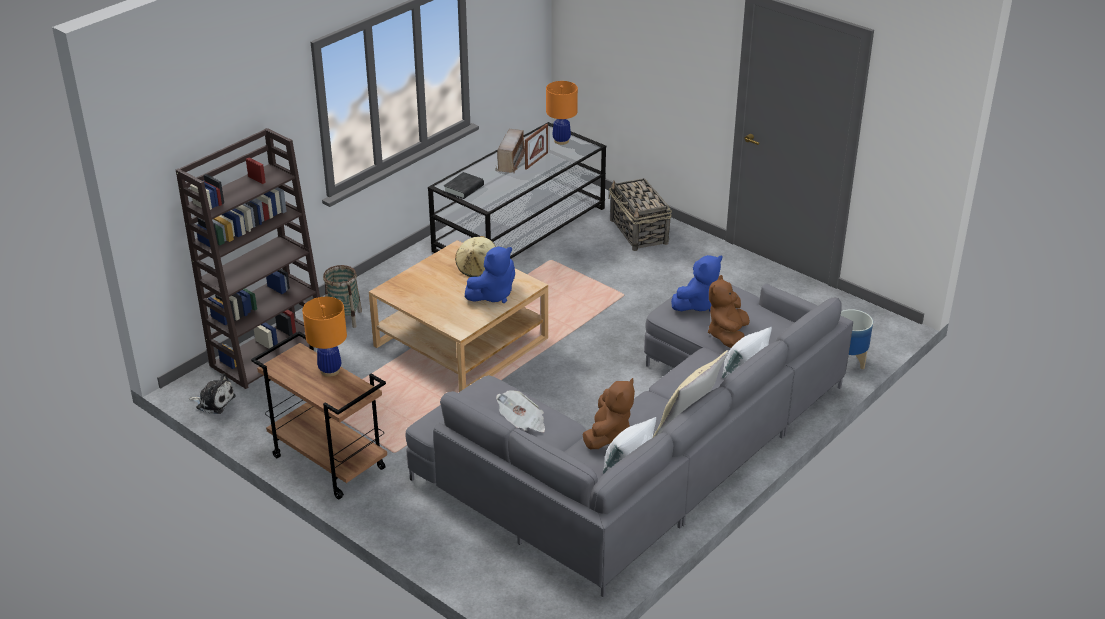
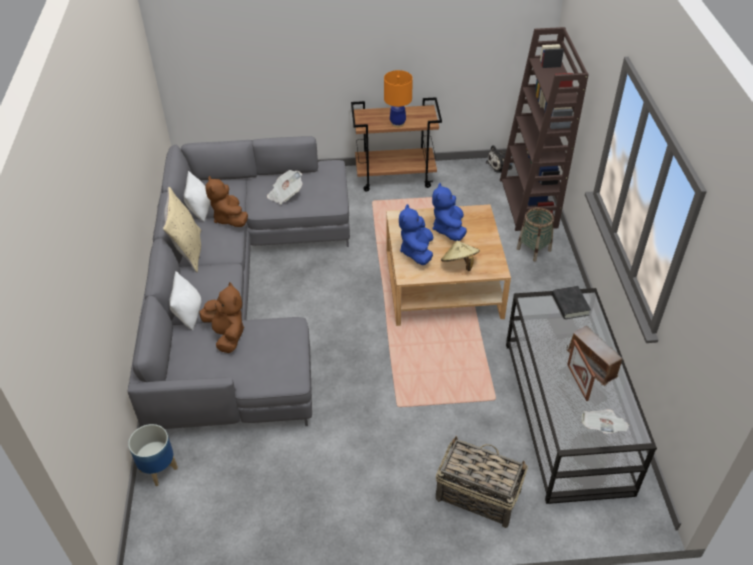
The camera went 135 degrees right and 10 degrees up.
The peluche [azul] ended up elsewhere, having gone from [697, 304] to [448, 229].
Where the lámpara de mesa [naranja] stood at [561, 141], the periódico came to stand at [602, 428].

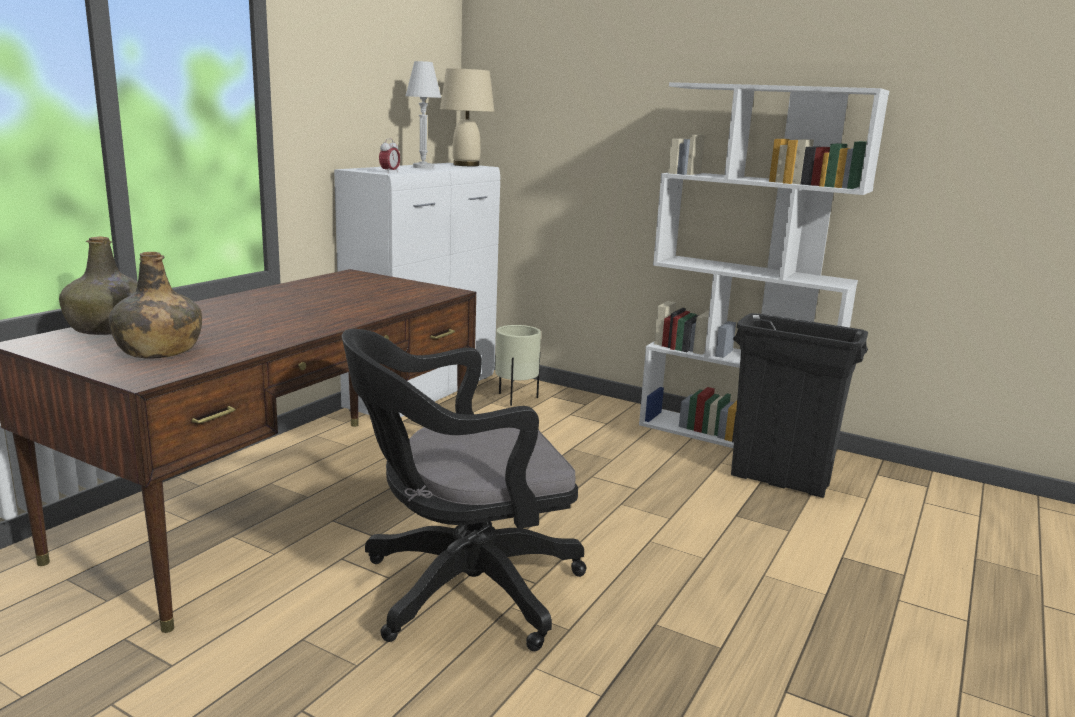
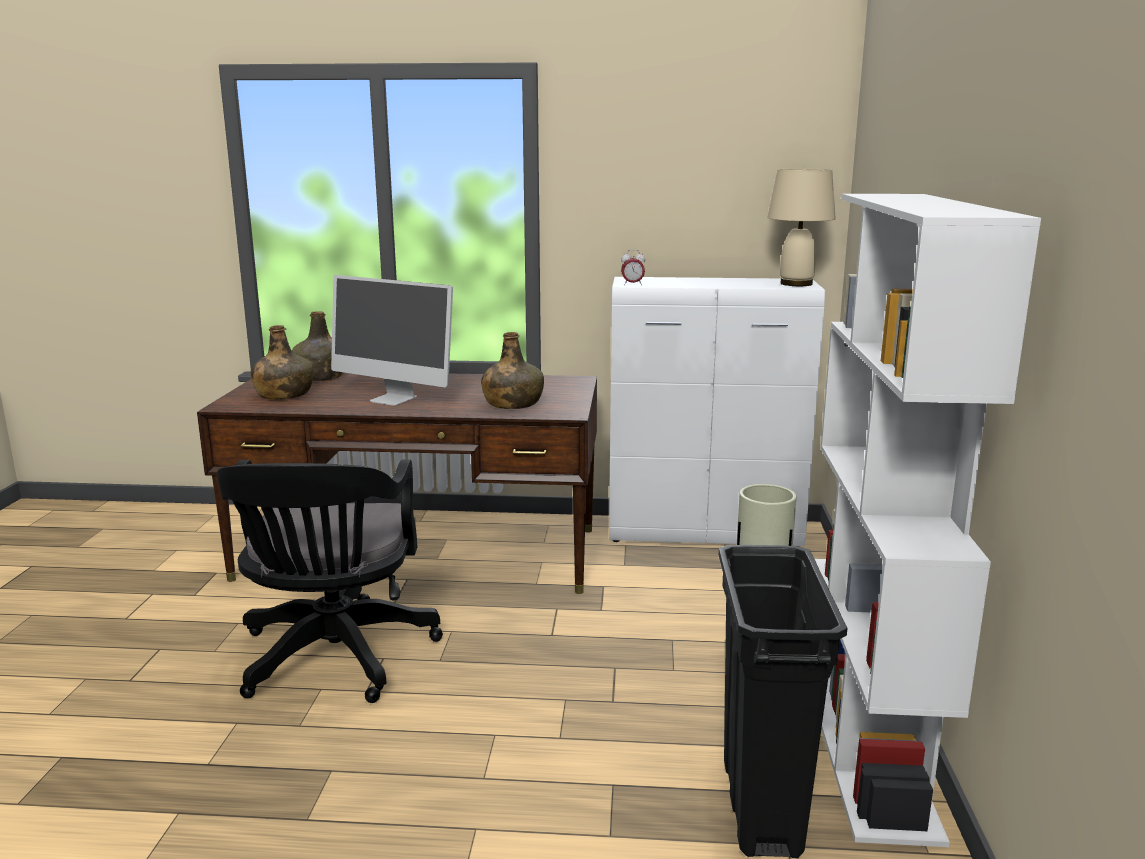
The camera went 65 degrees right and 0 degrees up.
The silla de oficina [negro] at [460, 590] ended up facing another way, 135 degrees counterclockwise from before.
The second view gained the monitor at [393, 399].
The second view gained the botella [verde] at [512, 404].
The second view lost the lámpara de mesa [blanco] at [423, 167].

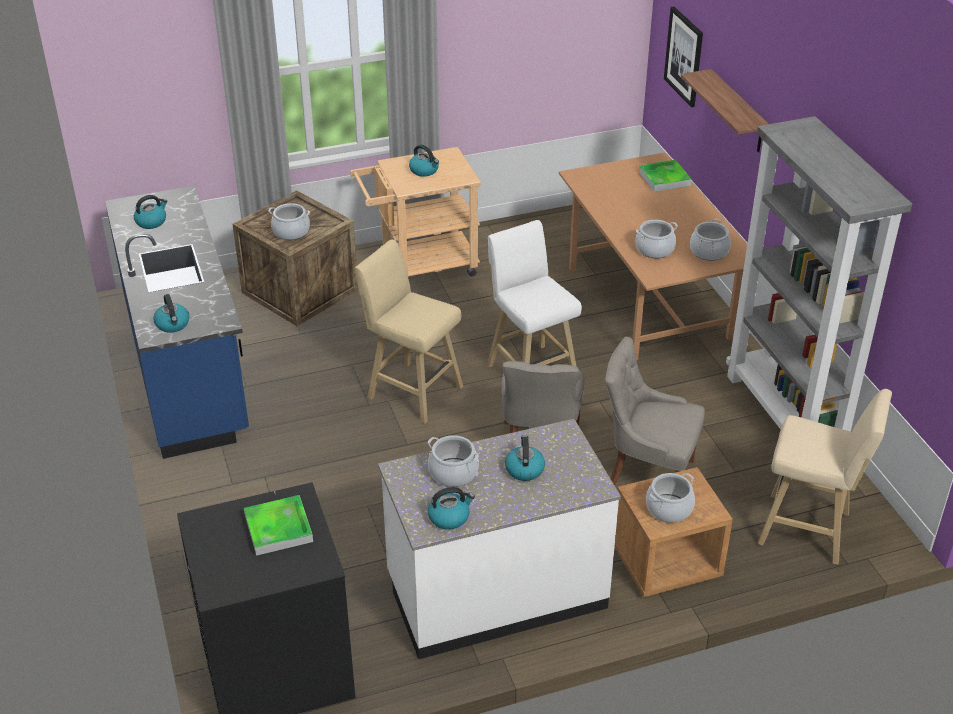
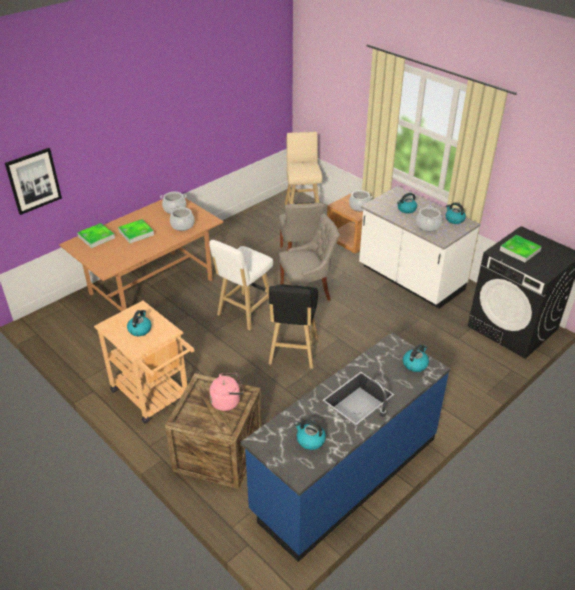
The camera went 115 degrees left and 0 degrees up.
The second view gained the bandeja at [136, 233].
Where the olla stood at [291, 232], the hervidor [rosa] came to stand at [227, 401].
What was the taburete [beis] at [411, 391] turned into the taburete [negro] at [293, 353].
The second view lost the estante at [738, 112].
The second view lost the estantería [gris] at [785, 416].

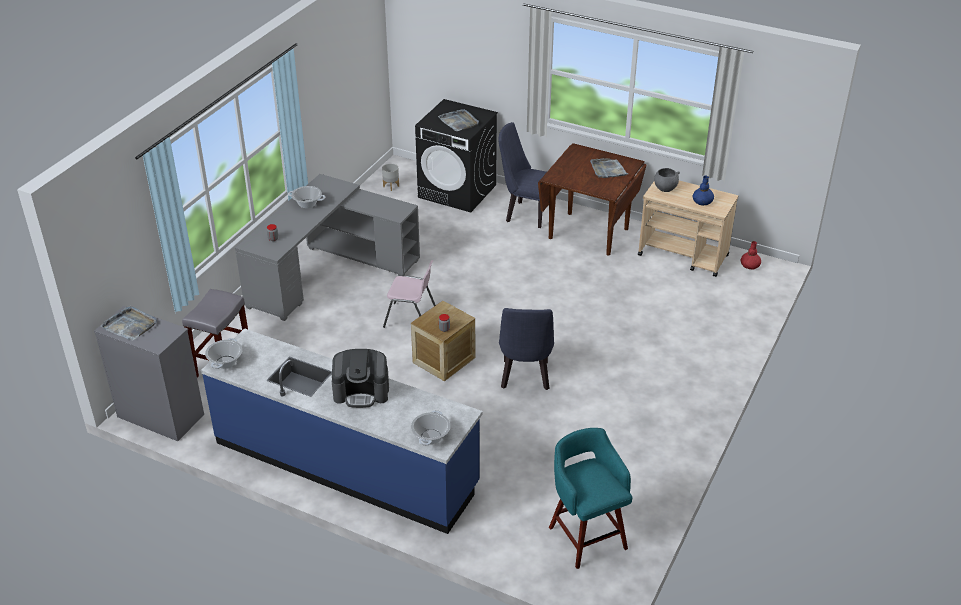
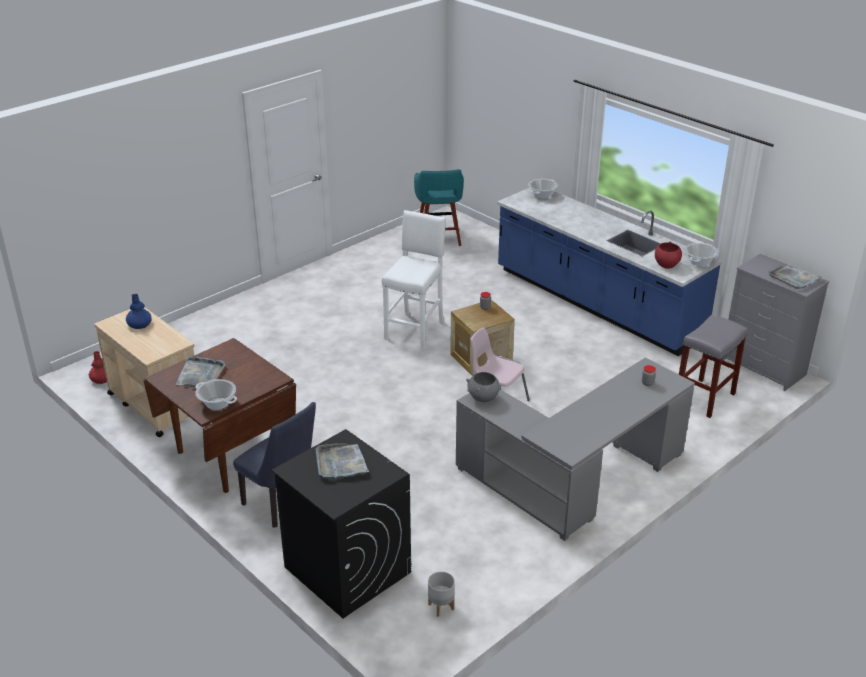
The camera went 160 degrees left and 5 degrees down.
The olla ended up elsewhere, having gone from [307, 204] to [217, 403].
Where the silla [azul] stood at [525, 378], the taburete [blanco] came to stand at [415, 329].
The cuenco [gris] ended up elsewhere, having gone from [665, 188] to [483, 398].
The second view gained the cuenco [rojo] at [666, 265].
The second view lost the cafetera at [361, 392].

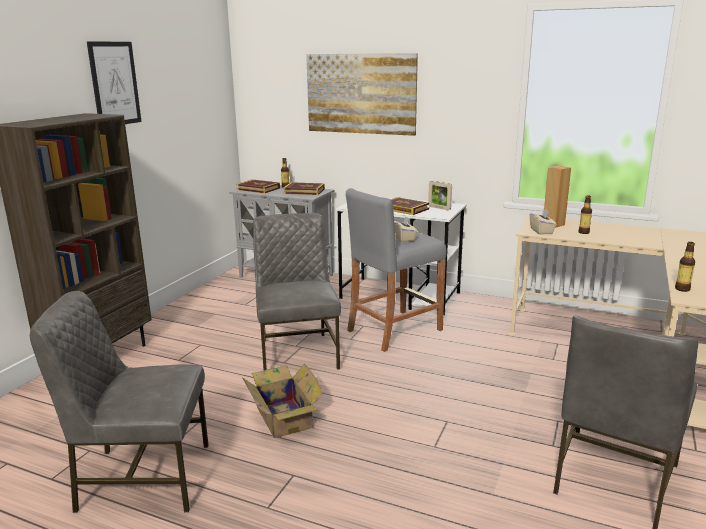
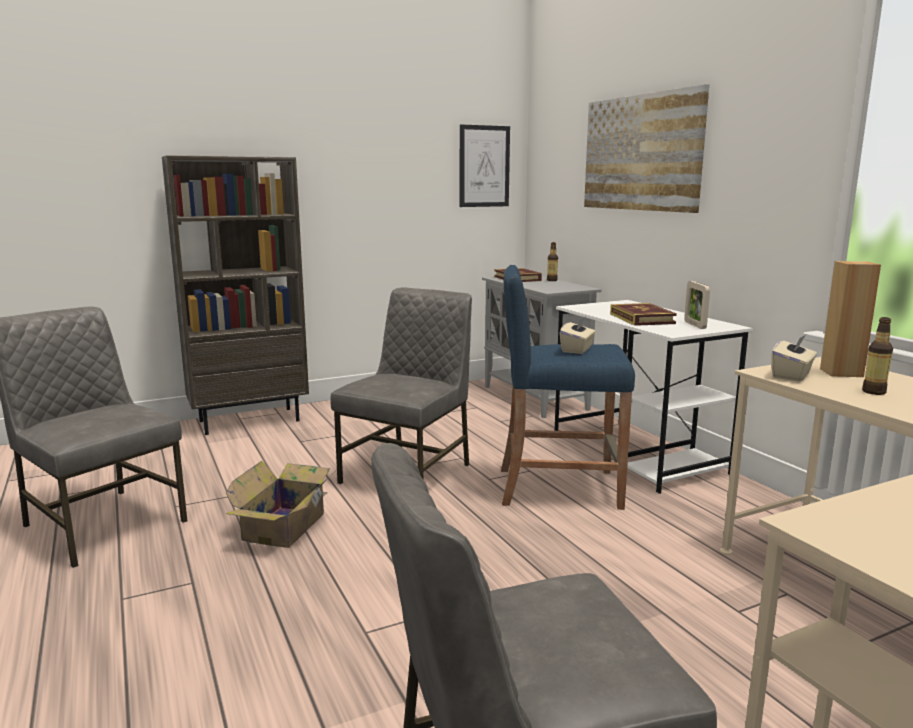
The camera went 40 degrees right and 5 degrees down.
The cuadro ended up elsewhere, having gone from [115, 84] to [484, 166].
What was the taburete [gris] at [394, 330] turned into the taburete [azul] at [558, 488].
The second view lost the libro at [304, 191].
The second view lost the botella at [682, 289].

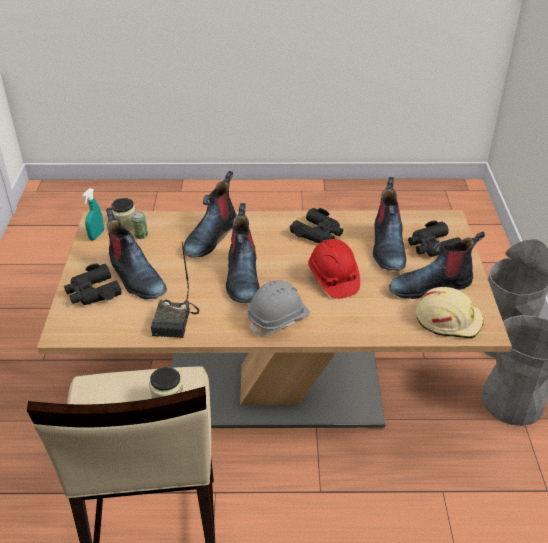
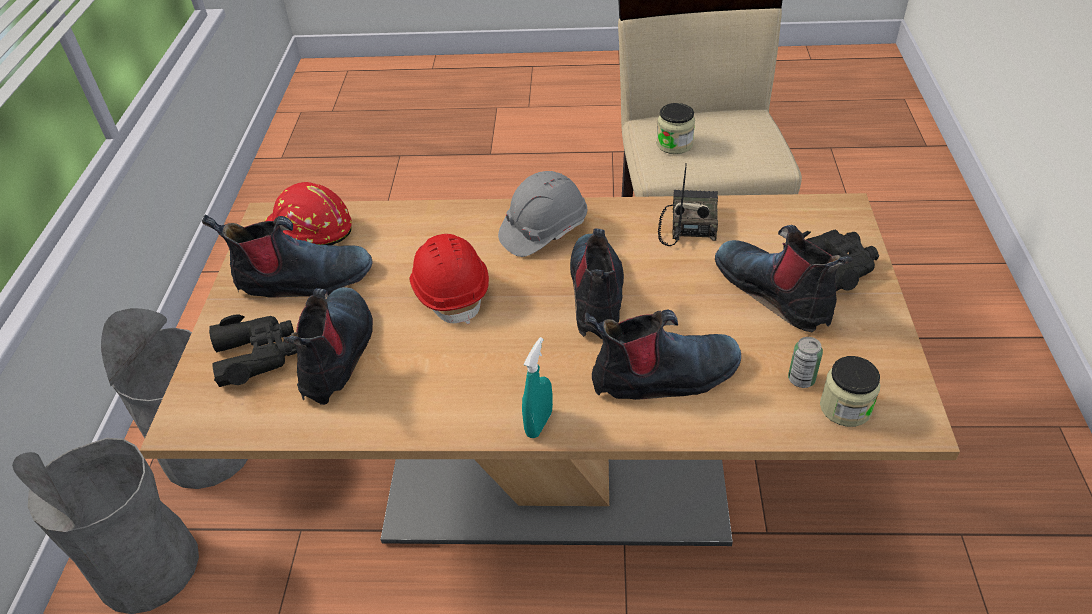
The camera went 175 degrees left and 5 degrees up.
What was the casco [beis] at [448, 319] turned into the casco [rojo] at [308, 231].
The pulverizador [turquesa] ended up elsewhere, having gone from [96, 235] to [539, 423].
The bota at [210, 236] ended up facing another way, 45 degrees clockwise from before.
The second view lost the prismáticos [negro] at [318, 233].

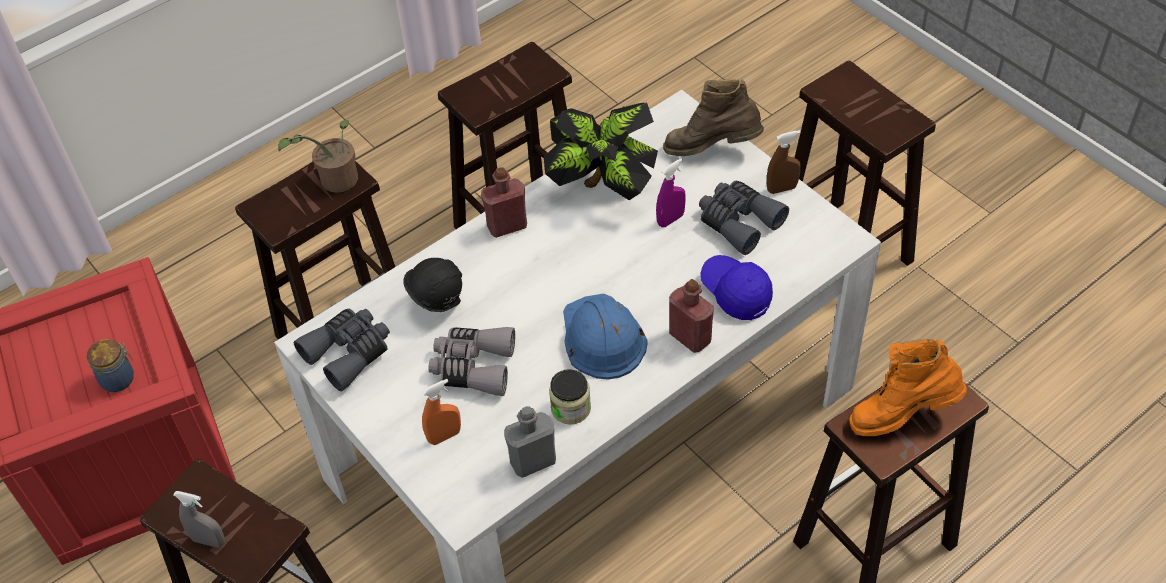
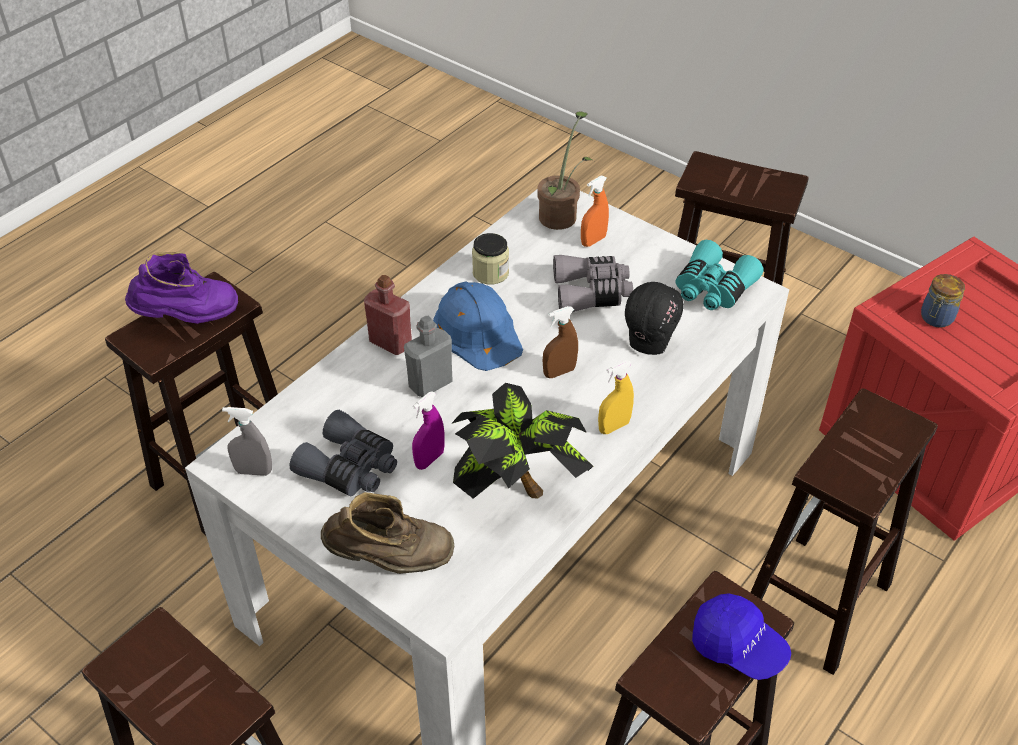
The camera went 165 degrees right and 5 degrees down.
What was the bota [naranja] at [902, 415] turned into the bota [morado] at [188, 318].
The pulverizador [gris] ended up elsewhere, having gone from [209, 540] to [253, 471].
The botella [gris] ended up elsewhere, having gone from [533, 461] to [430, 383].
The planta en maceta ended up elsewhere, having gone from [334, 181] to [561, 214].
The pulverizador [marrón] ended up elsewhere, having gone from [782, 189] to [559, 372].
Where the botella [rojo] stood at [507, 226], the pulverizador [amarillo] came to stand at [614, 426].
What was the prismáticos [gris] at [349, 352] turned into the prismáticos [turquesa] at [713, 289].
The gorra [azul] ended up elsewhere, having gone from [735, 293] to [738, 646].

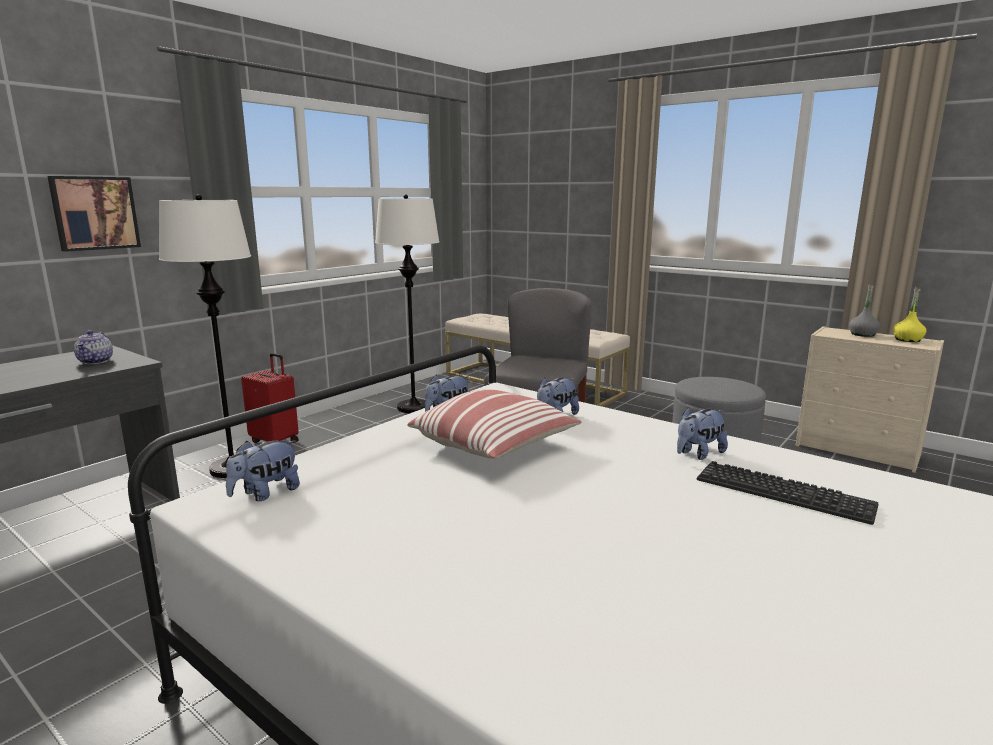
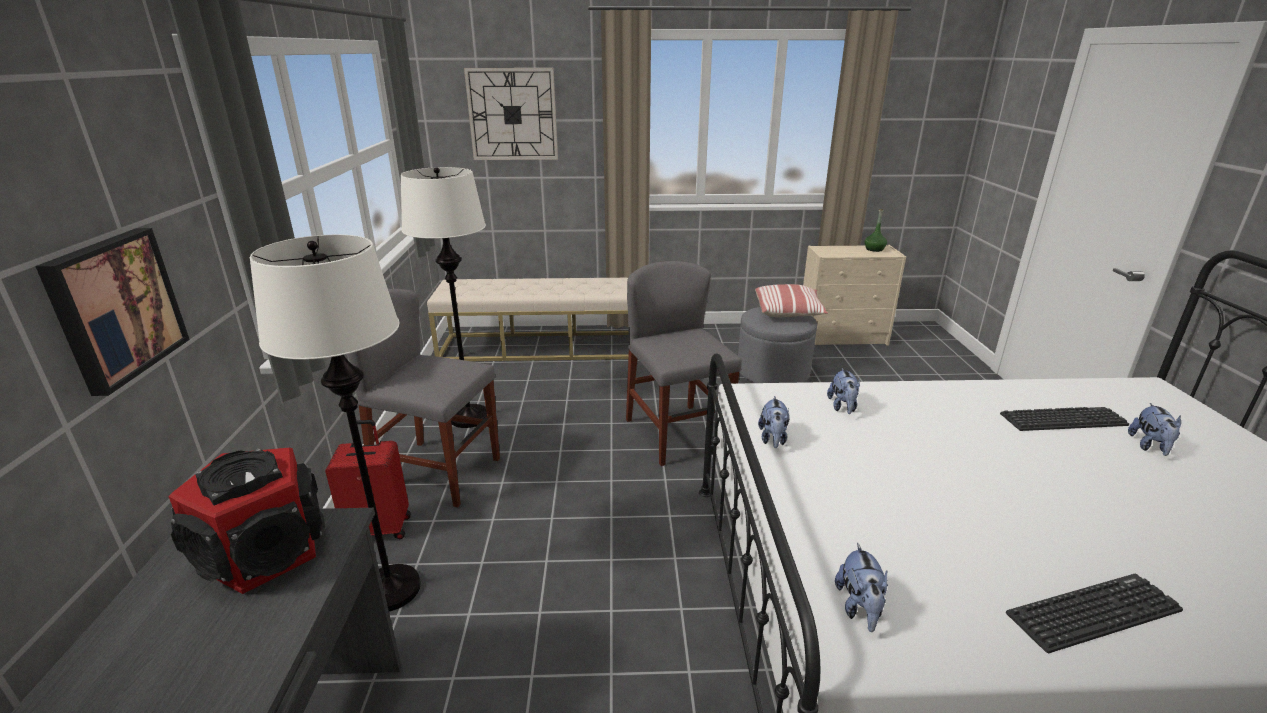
The camera went 40 degrees left and 10 degrees up.
Where the tetera stood at [96, 361], the altavoz came to stand at [265, 551].
The second view gained the silla [gris] at [437, 473].
The second view gained the reloj de pared at [512, 114].
The cojín ended up elsewhere, having gone from [495, 446] to [789, 312].
What was the botella [amarillo] at [907, 340] turned into the botella [verde] at [874, 249].
The second view gained the teclado at [1093, 612].
The peluche ended up elsewhere, having gone from [698, 454] to [1150, 446].
The second view lost the botella [gris] at [862, 334].

